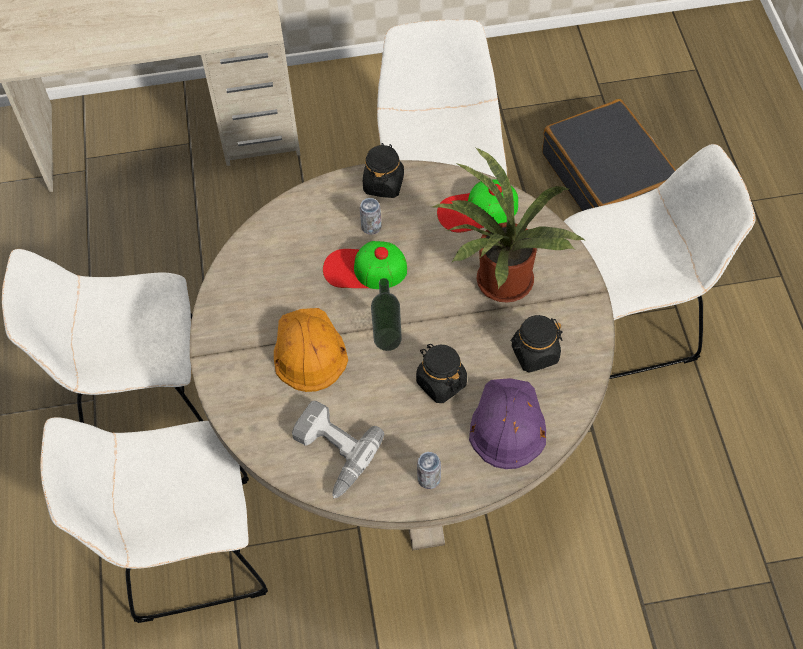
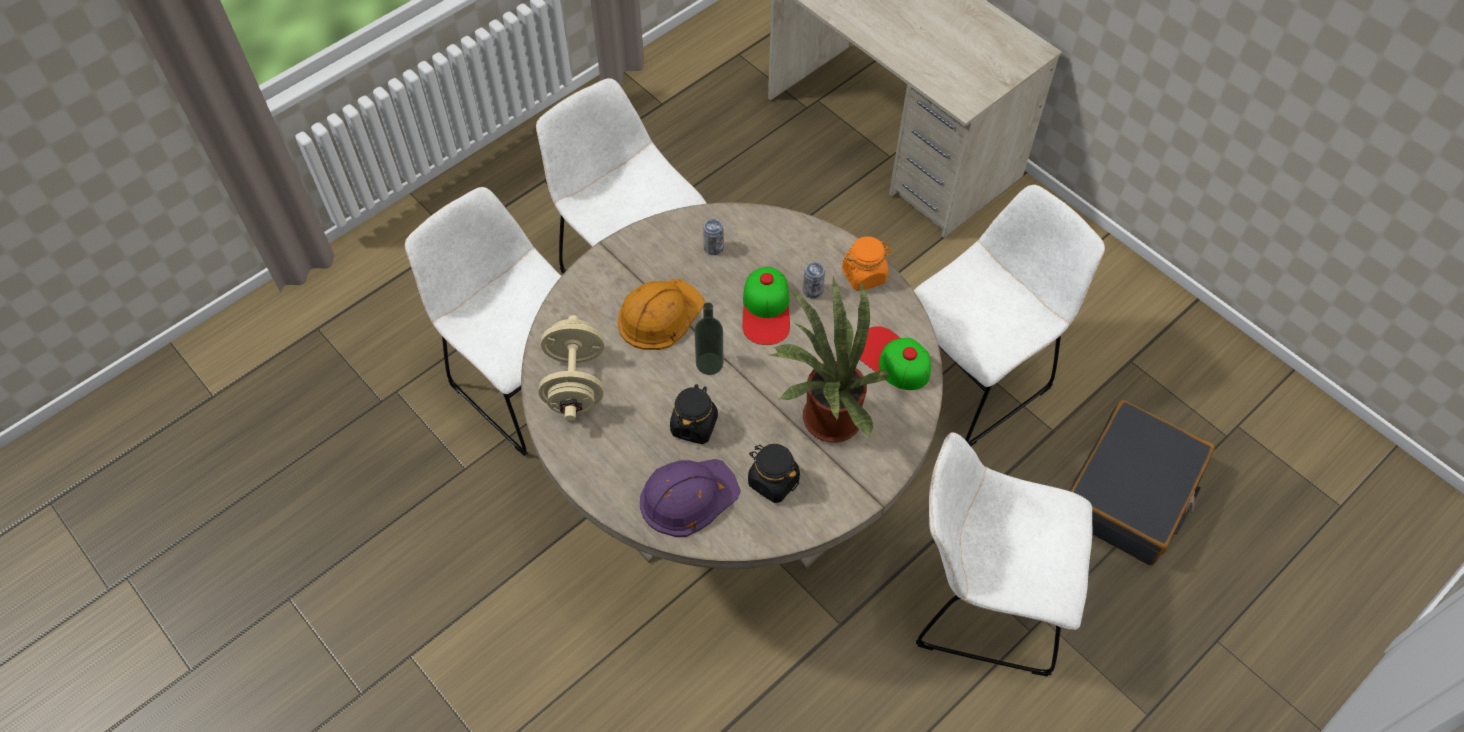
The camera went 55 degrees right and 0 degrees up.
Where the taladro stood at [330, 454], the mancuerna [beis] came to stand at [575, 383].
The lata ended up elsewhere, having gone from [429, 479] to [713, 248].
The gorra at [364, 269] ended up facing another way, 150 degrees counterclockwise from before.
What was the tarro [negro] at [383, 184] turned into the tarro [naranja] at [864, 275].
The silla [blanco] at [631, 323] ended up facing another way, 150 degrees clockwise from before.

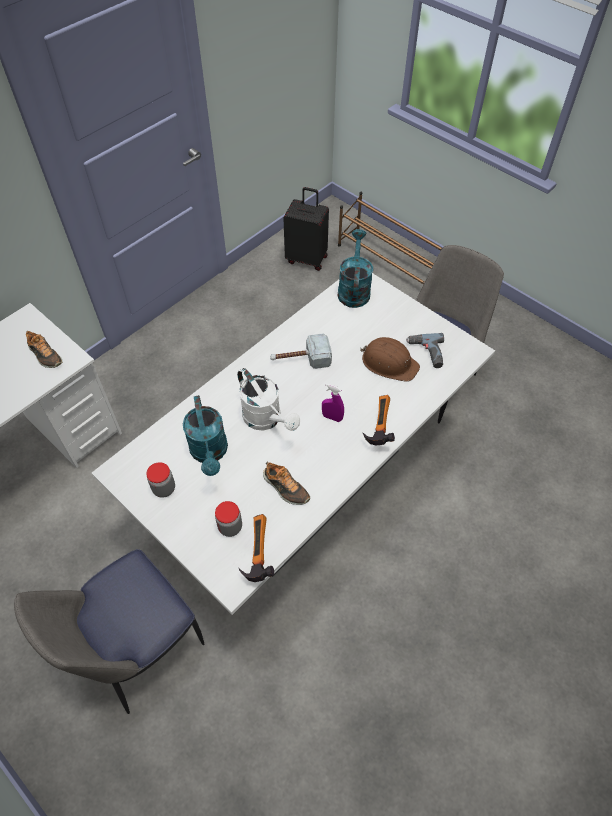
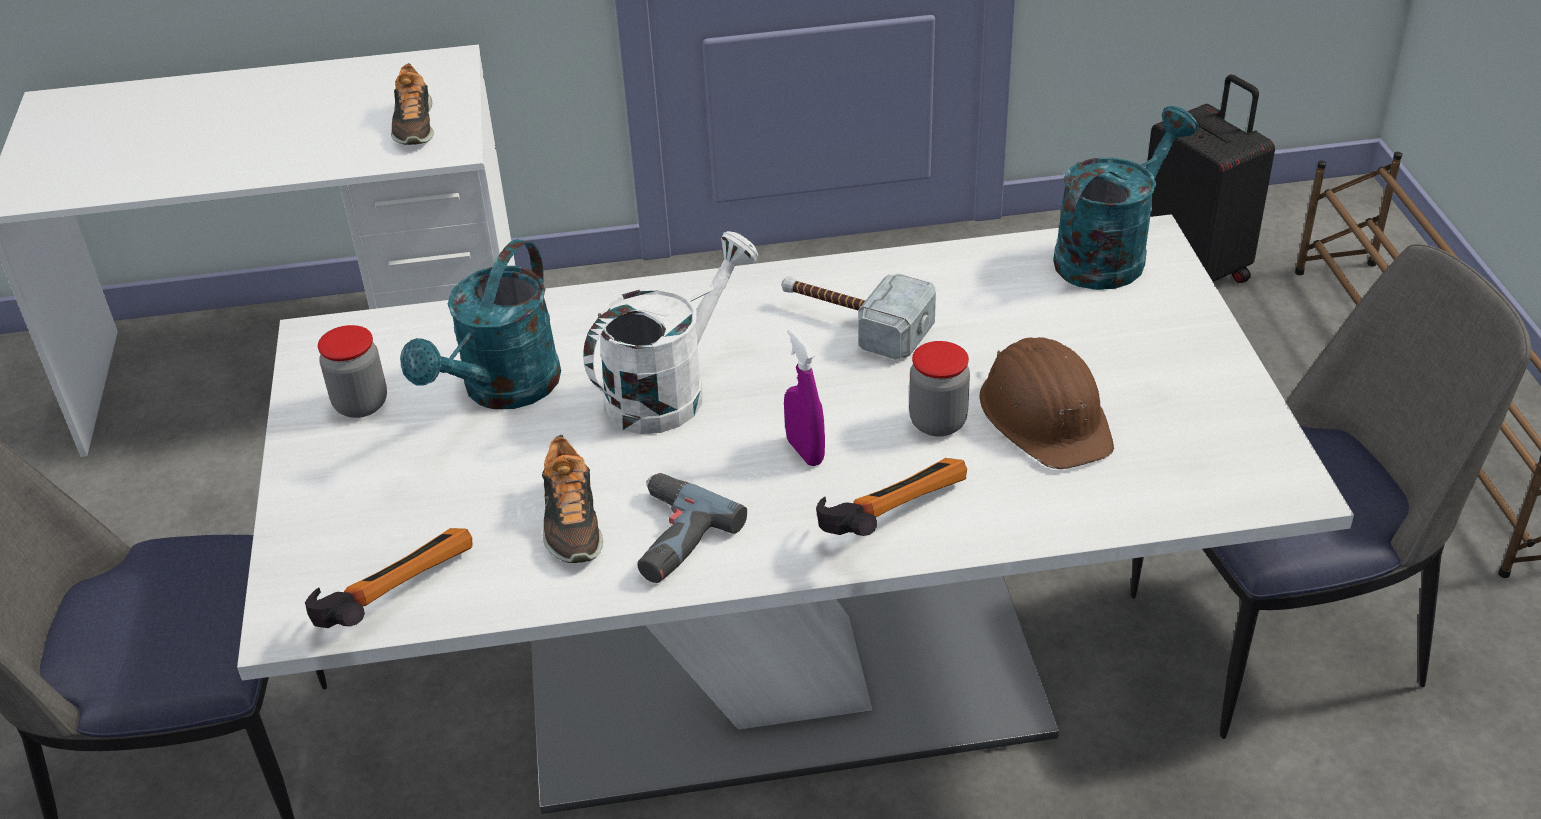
The camera went 40 degrees right and 15 degrees down.
The regadera [blanco] at [266, 419] ended up facing another way, 135 degrees counterclockwise from before.
The taladro ended up elsewhere, having gone from [426, 353] to [668, 537].
The tarro ended up elsewhere, having gone from [230, 527] to [938, 422].

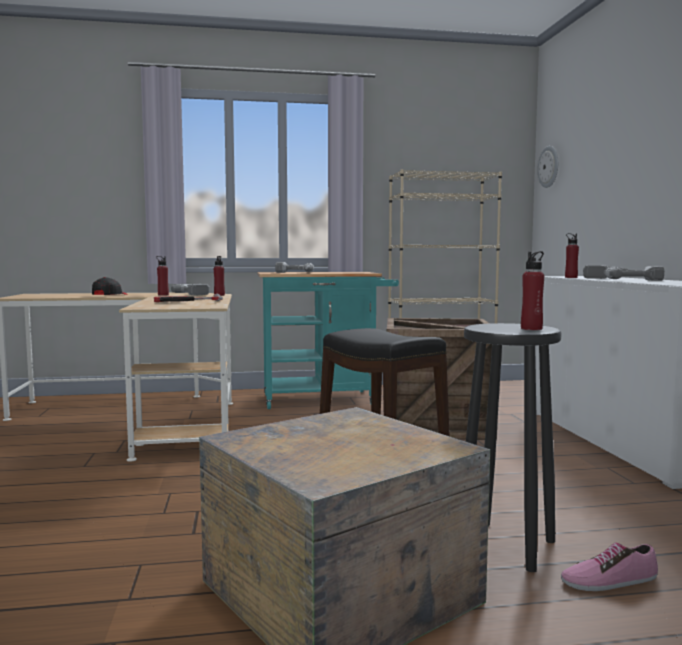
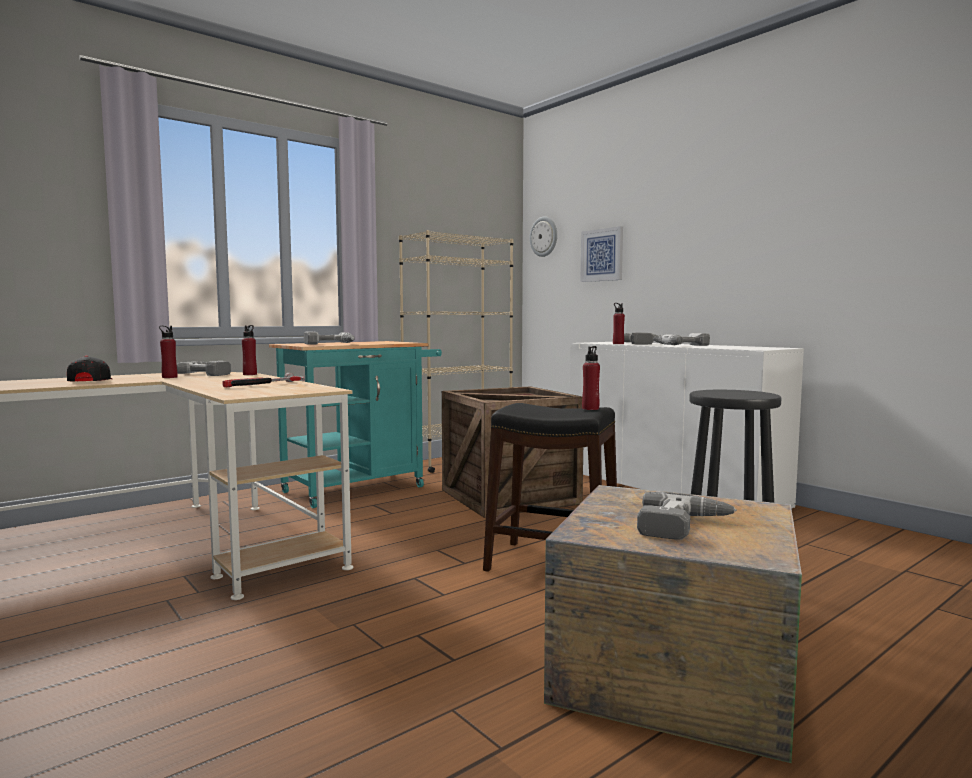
The camera went 30 degrees left and 0 degrees up.
The second view gained the cuadro at [602, 255].
The botella [rojo] ended up elsewhere, having gone from [531, 329] to [590, 408].
The second view gained the taladro at [684, 526].
The second view lost the zapato at [608, 580].

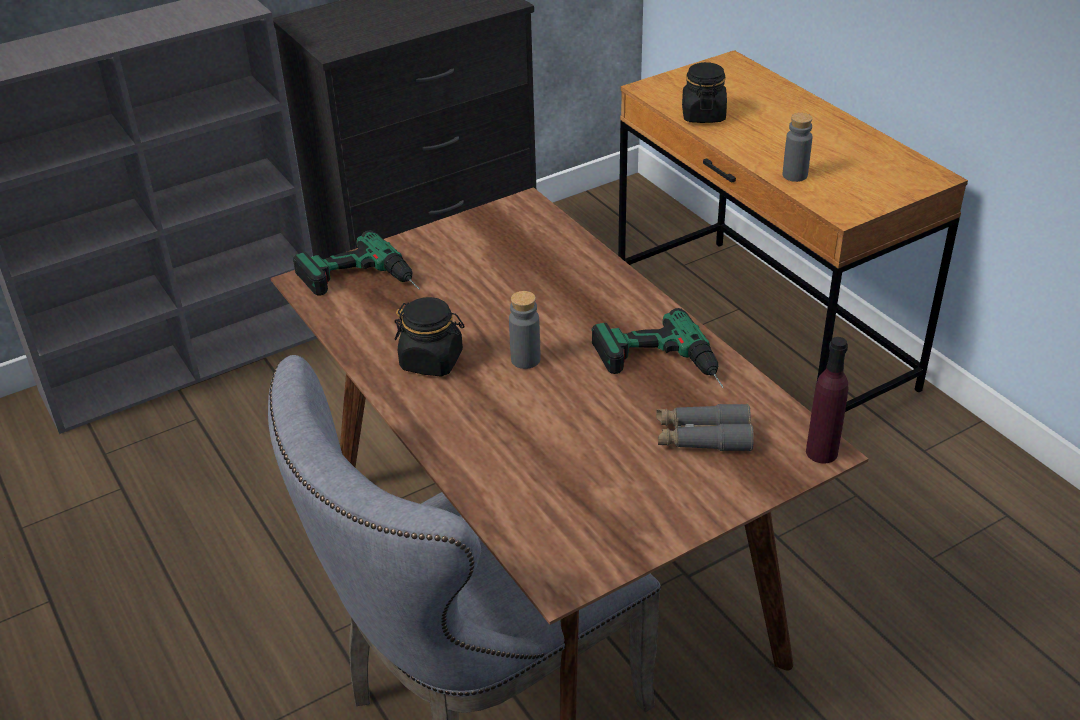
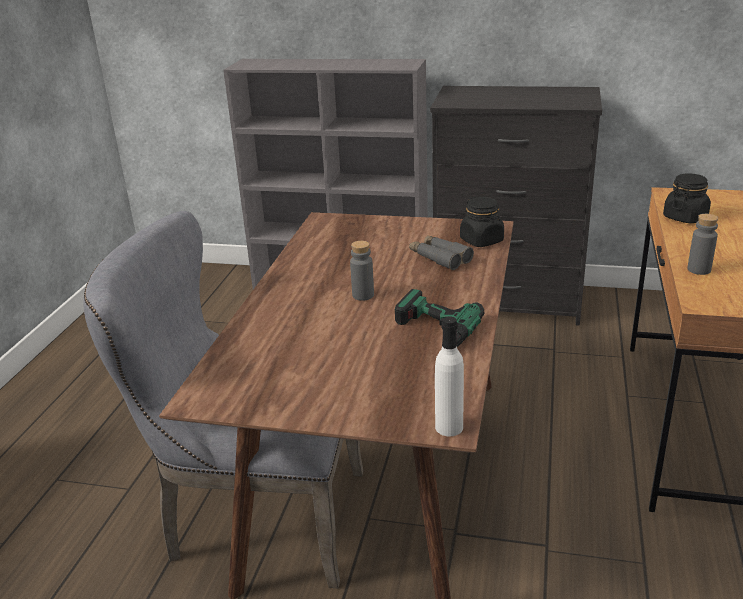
The camera went 45 degrees right and 10 degrees down.
The prismáticos [gris] ended up elsewhere, having gone from [703, 437] to [440, 258].
What was the botella [morado] at [821, 452] turned into the botella [blanco] at [449, 427].
The tarro [negro] ended up elsewhere, having gone from [432, 361] to [482, 240].
The second view lost the taladro at [362, 283].

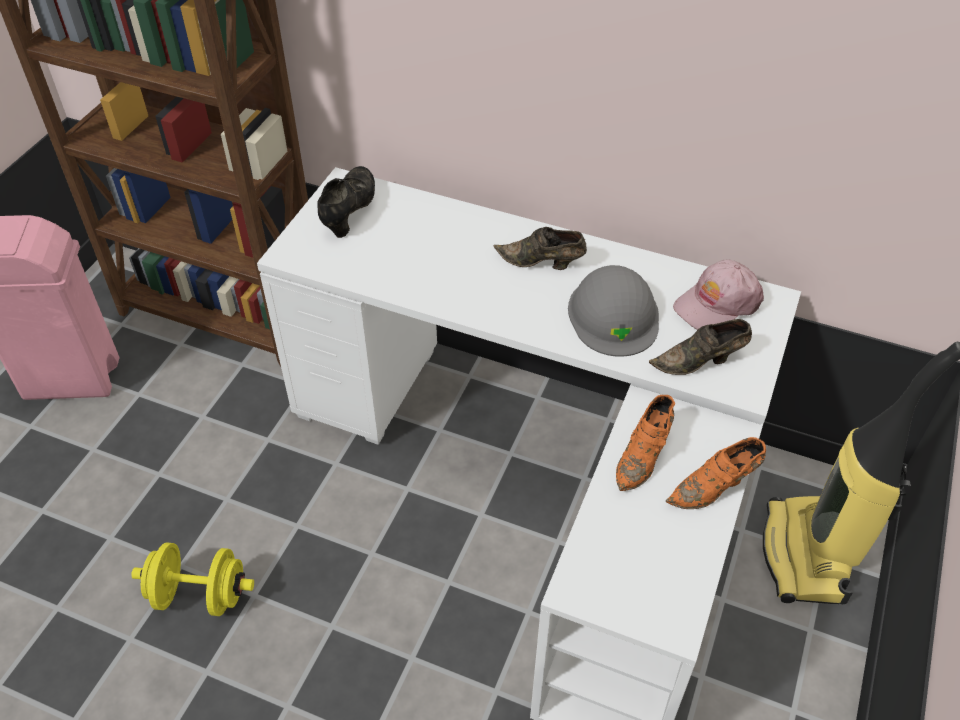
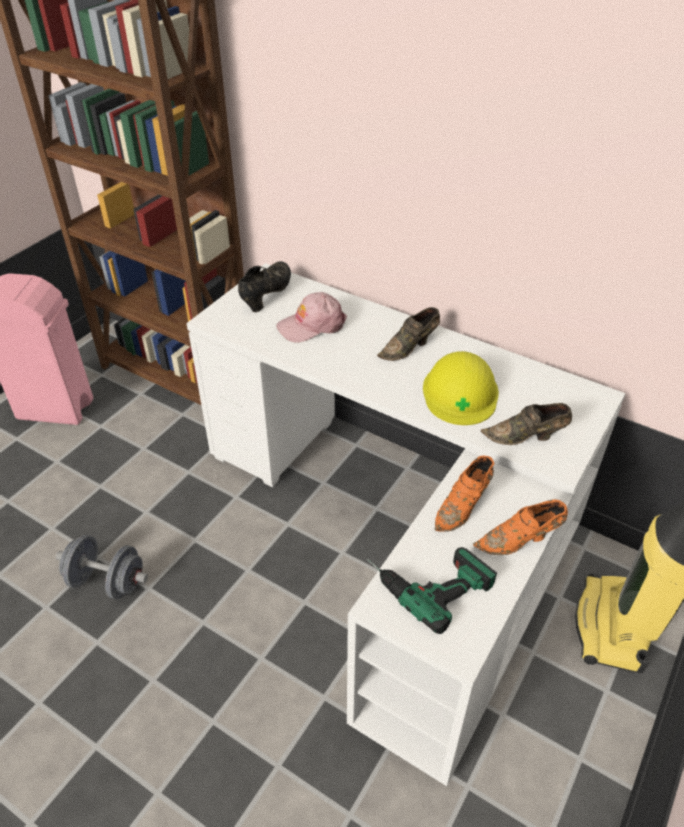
The camera went 10 degrees right and 5 degrees down.
What was the mancuerna [amarillo] at [199, 595] turned into the mancuerna [gris] at [107, 581].
The gorra [rosa] ended up elsewhere, having gone from [717, 304] to [312, 325].
The second view gained the taladro at [427, 578].
The zapato [marrón] at [542, 263] ended up facing another way, 60 degrees counterclockwise from before.
What was the casco [gris] at [614, 315] turned into the casco [amarillo] at [460, 392].

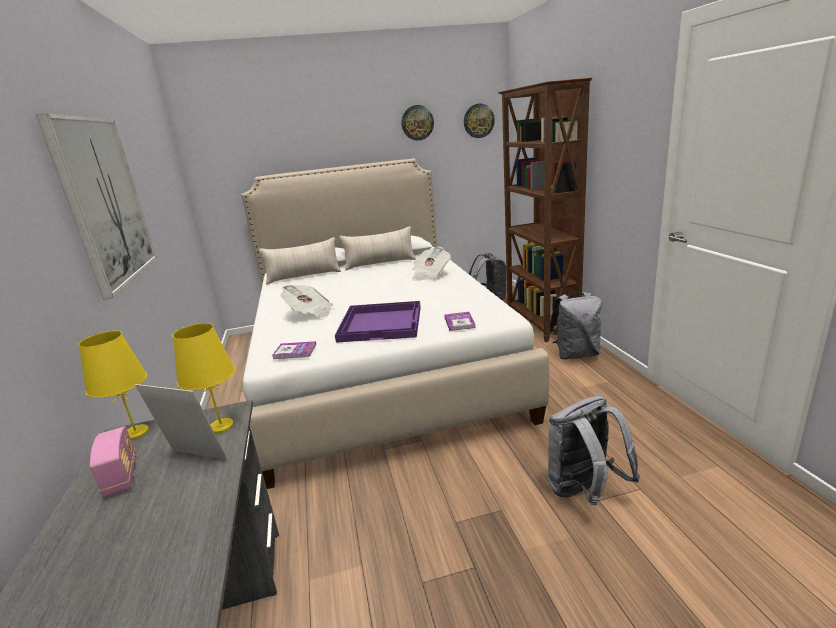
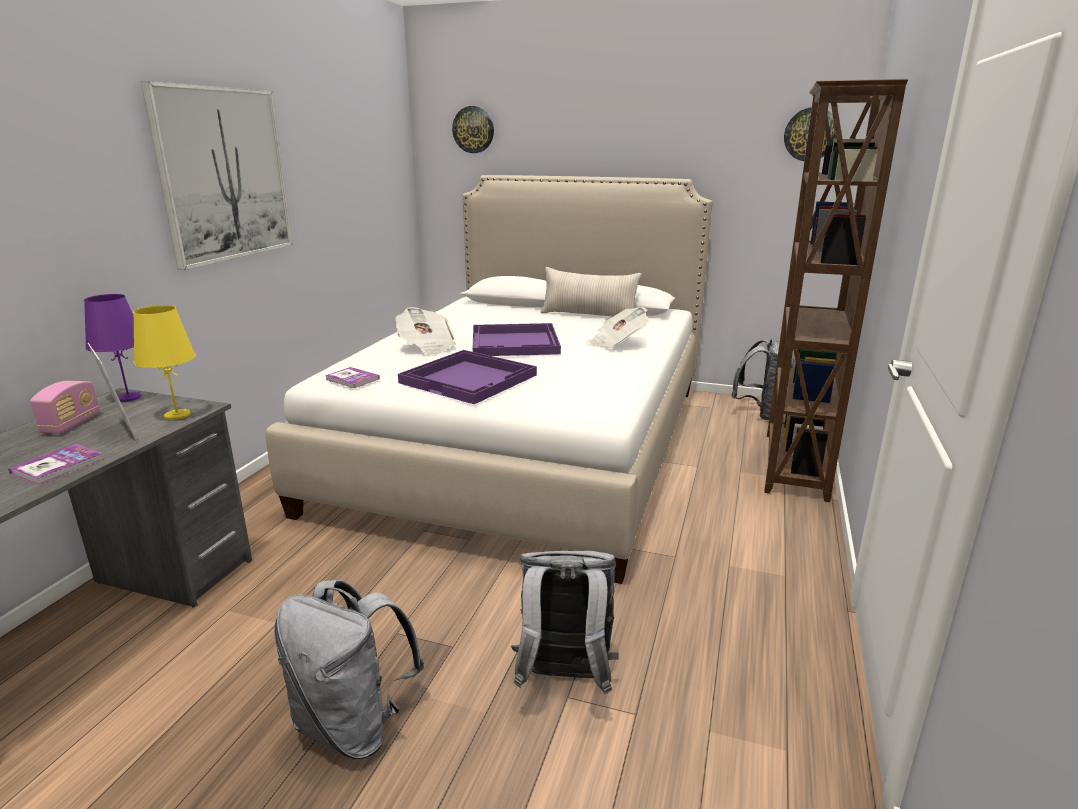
The camera went 30 degrees right and 0 degrees up.
The libro ended up elsewhere, having gone from [459, 322] to [58, 466].
What was the lámpara de mesa [amarillo] at [136, 433] turned into the lámpara de mesa [morado] at [128, 397].
The mochila [gris] ended up elsewhere, having gone from [575, 354] to [354, 725].
The reloj de pared ended up elsewhere, having gone from [417, 123] to [473, 129].
The second view gained the bandeja [morado] at [515, 343].
The second view lost the cojín [beis] at [304, 276].

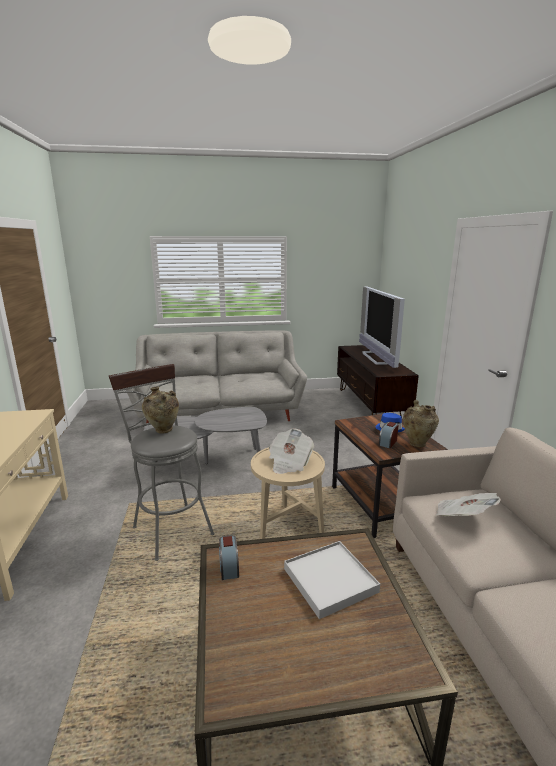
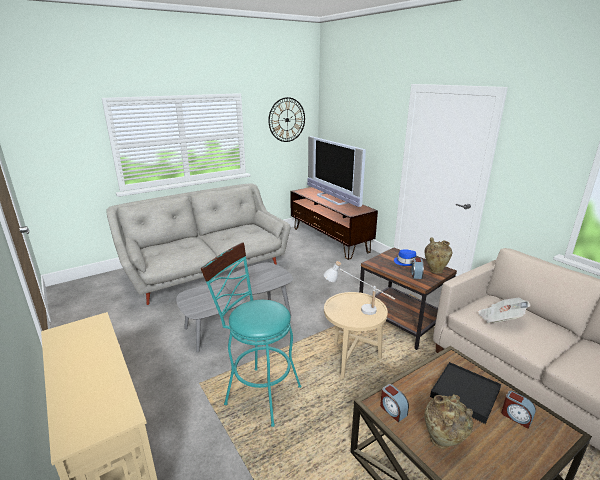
The camera went 25 degrees left and 5 degrees up.
What was the taburete [gris] at [169, 527] turned into the taburete [turquesa] at [257, 393].
The second view gained the reloj de pared at [287, 120].
Where the periódico stood at [289, 463], the lámpara de mesa [blanco] came to stand at [357, 309].
The florero [beis] ended up elsewhere, having gone from [163, 431] to [442, 443].
What was the bandeja [blanco] at [330, 580] turned into the bandeja [negro] at [465, 393].
The second view gained the despertador at [516, 417].

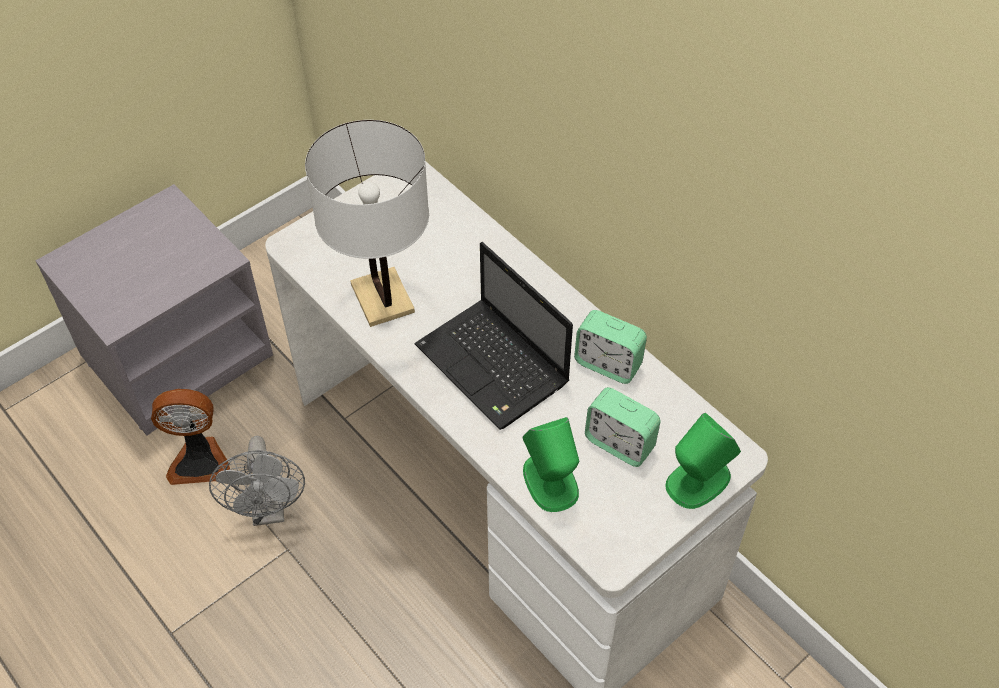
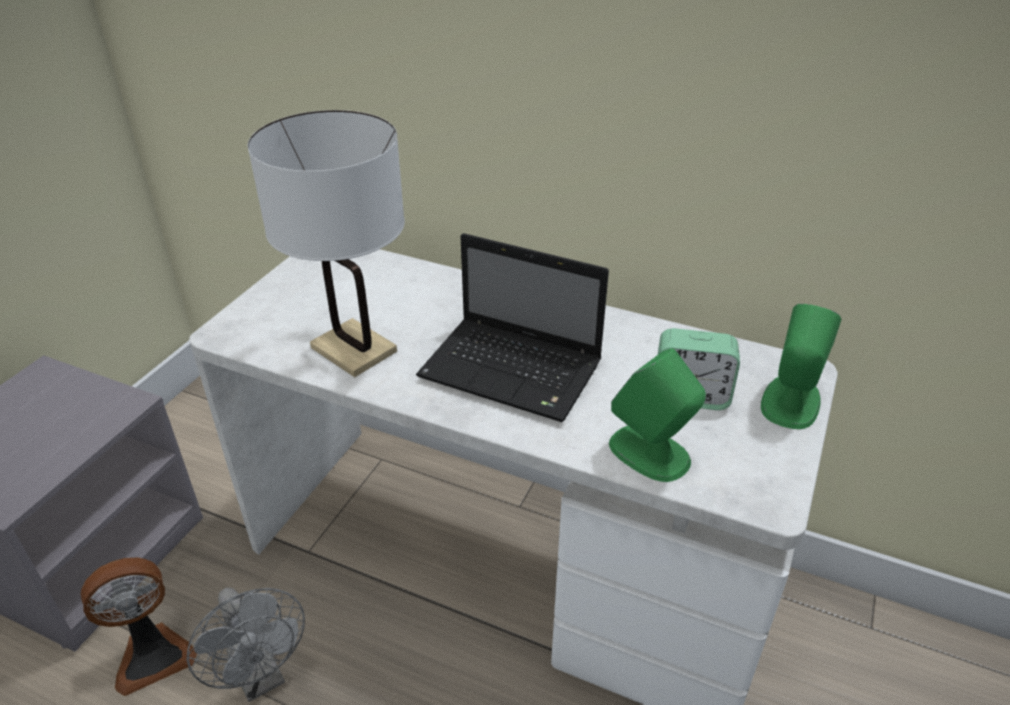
The camera went 25 degrees left and 15 degrees down.
The second view lost the despertador at [608, 364].

